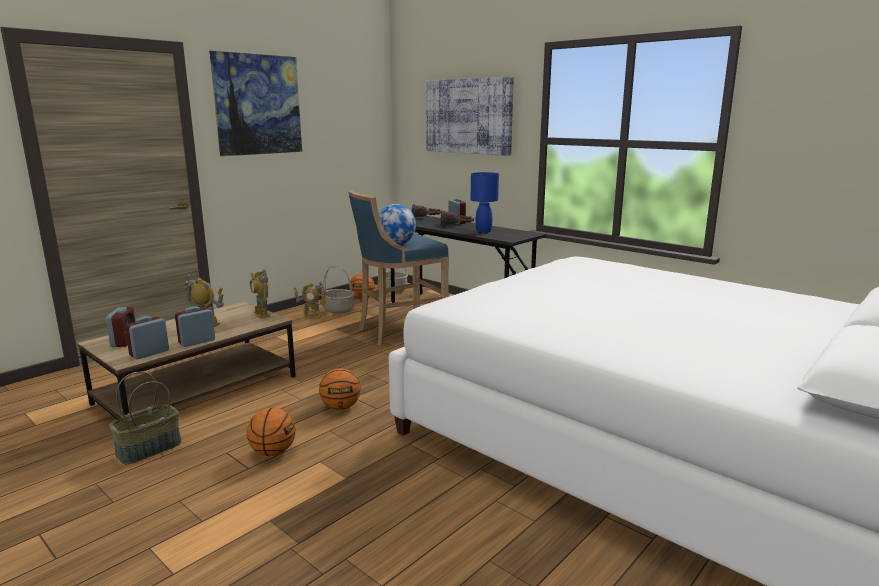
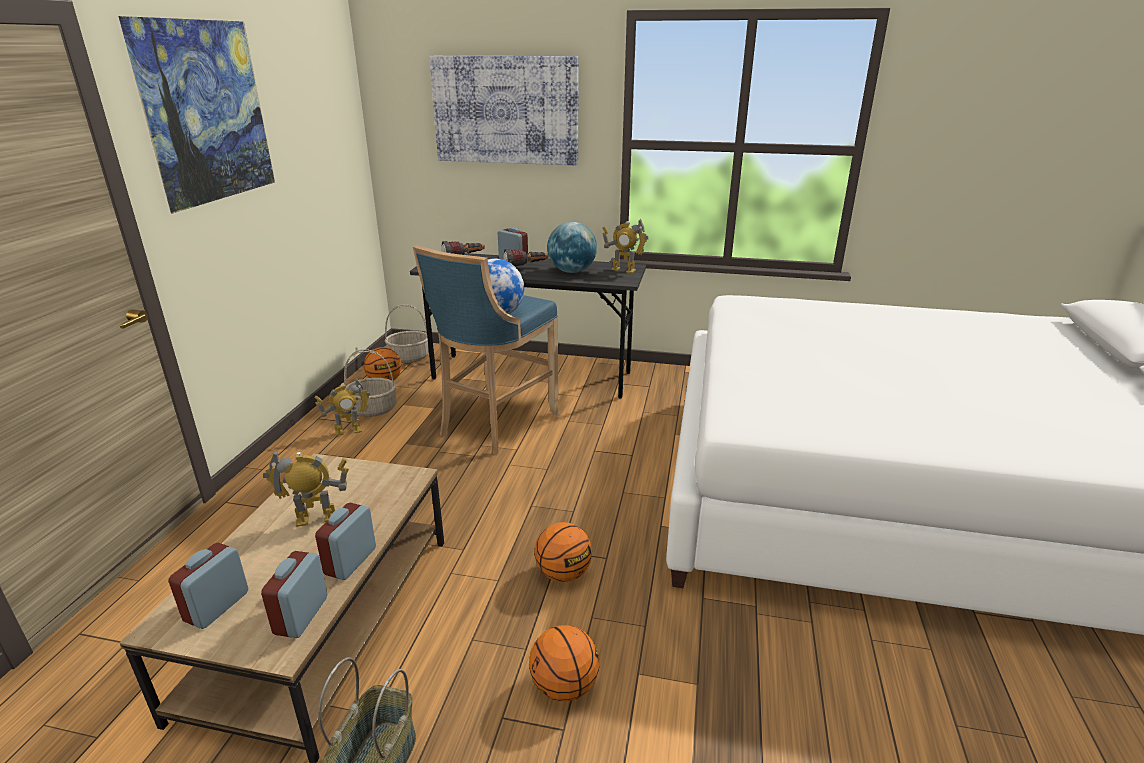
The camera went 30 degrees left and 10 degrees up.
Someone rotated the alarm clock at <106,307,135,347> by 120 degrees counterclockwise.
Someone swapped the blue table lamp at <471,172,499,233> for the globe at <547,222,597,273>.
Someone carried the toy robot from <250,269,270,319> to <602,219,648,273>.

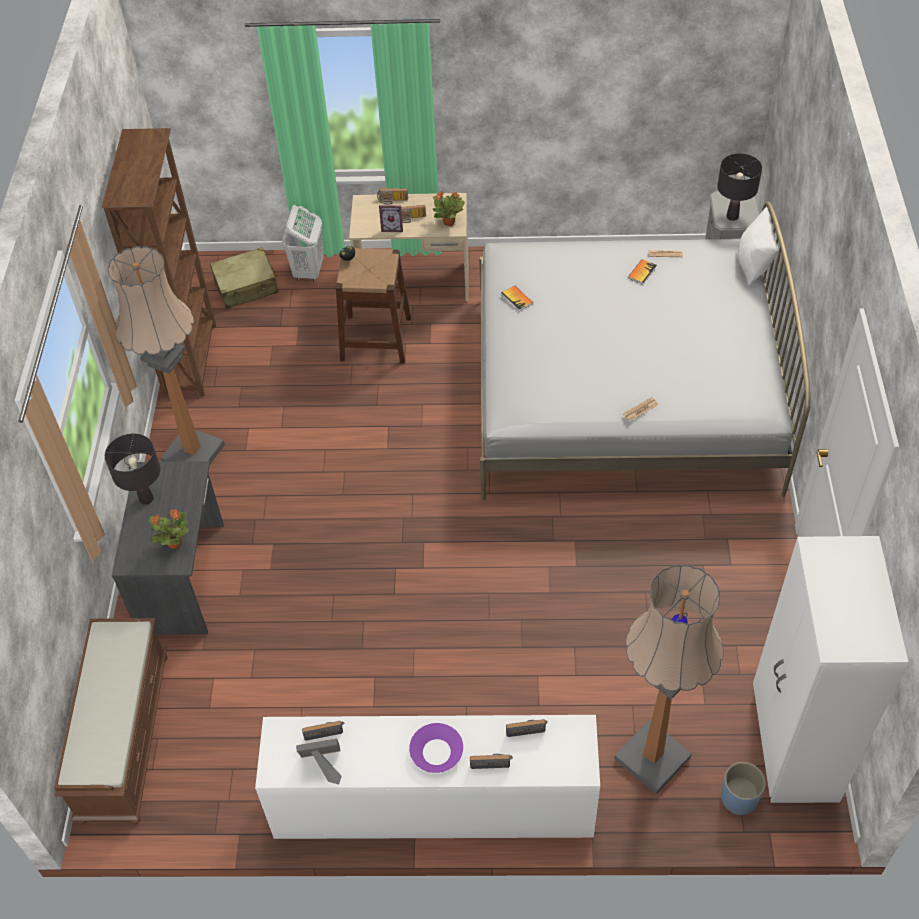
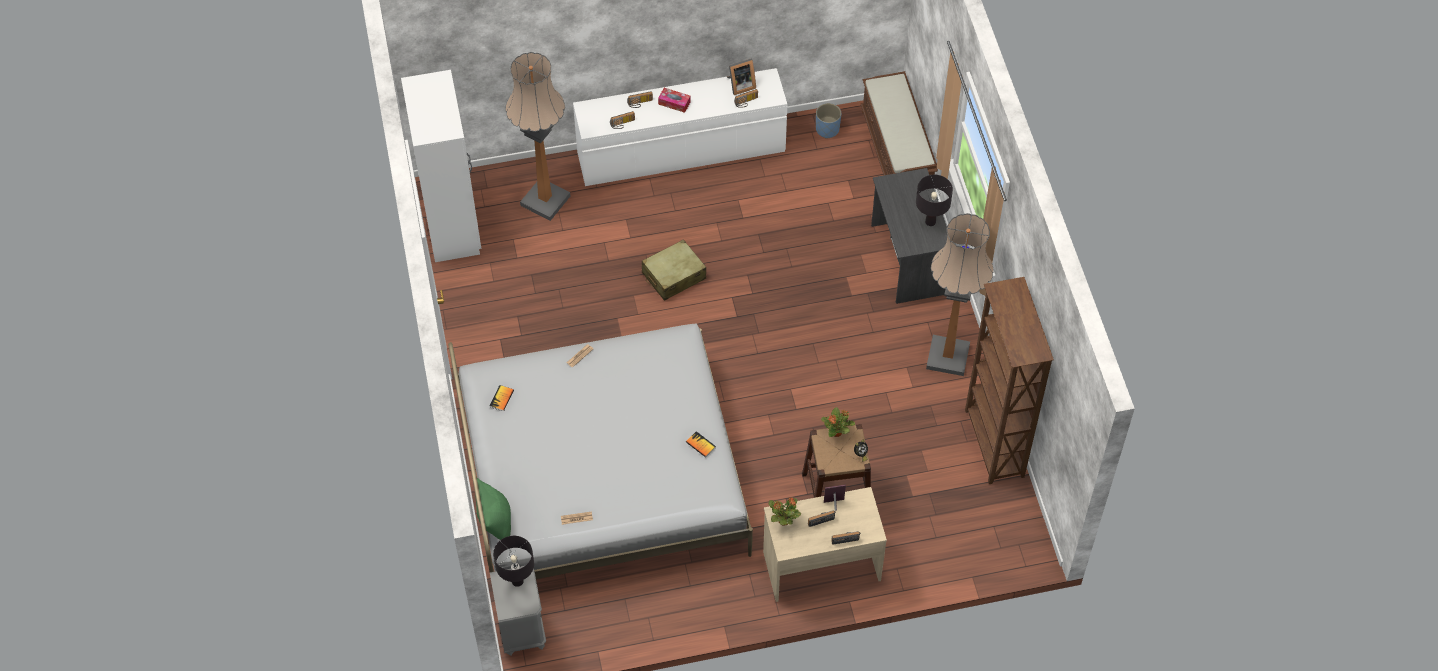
The camera went 165 degrees right and 5 degrees up.
Someone repainted the white pillow at <738,207,779,285>, which became the green pillow at <475,478,511,540>.
Someone carried the book from <628,259,657,284> to <490,385,514,411>.
Someone carried the beige suitcase from <210,247,279,309> to <642,239,706,301>.
Someone swapped the purple bowl at <409,723,463,773> for the tissue box at <658,88,691,113>.
Someone carried the blue planter from <721,762,766,815> to <816,103,841,139>.
Someone carried the potted plant from <149,509,189,549> to <821,407,855,437>.
Someone took away the white laundry basket at <282,205,324,282>.

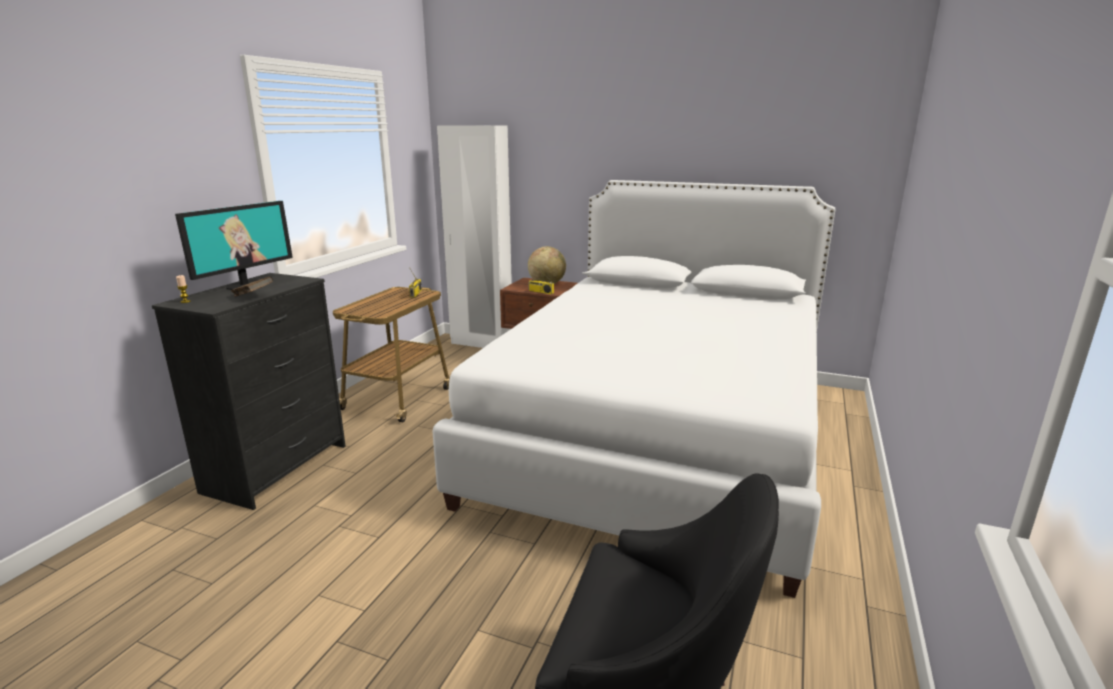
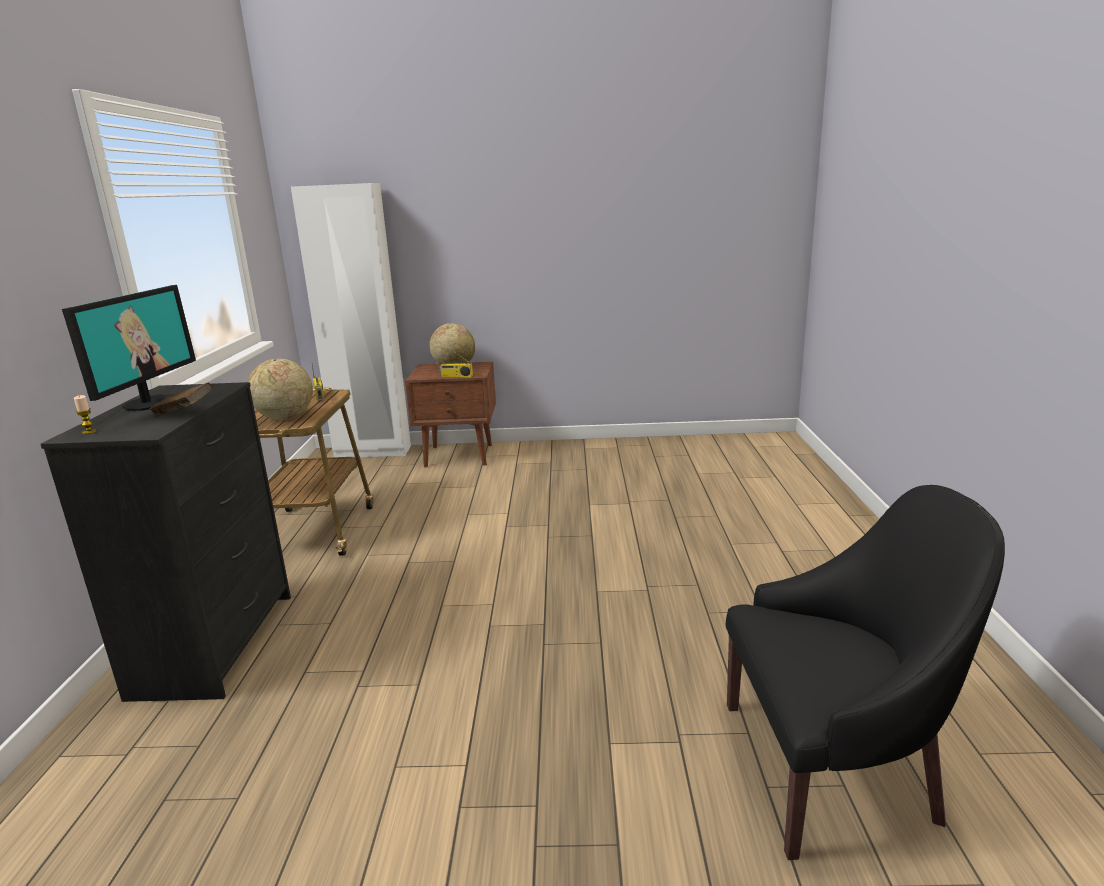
The camera went 20 degrees left and 0 degrees up.
Someone put down the globe at <248,359,313,420>.
Someone took away the white bed at <432,180,835,598>.

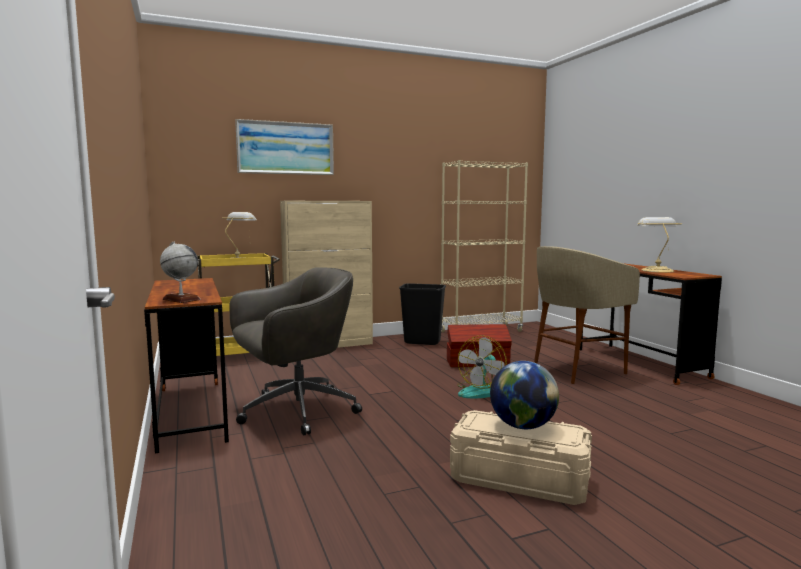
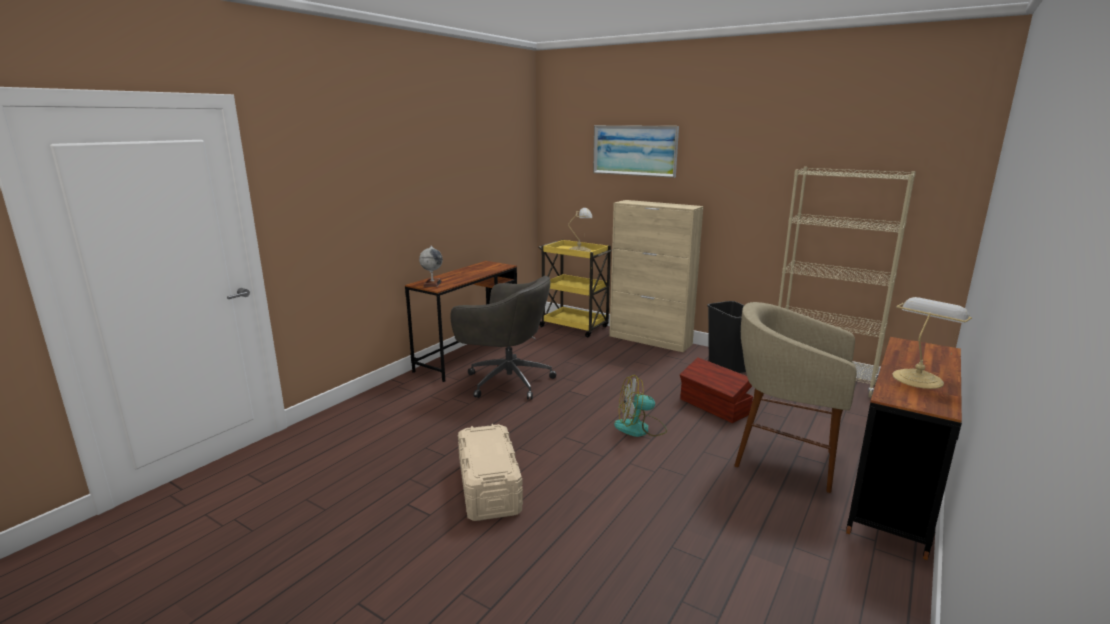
The camera went 55 degrees right and 10 degrees up.
Someone took away the globe at <490,361,559,429>.

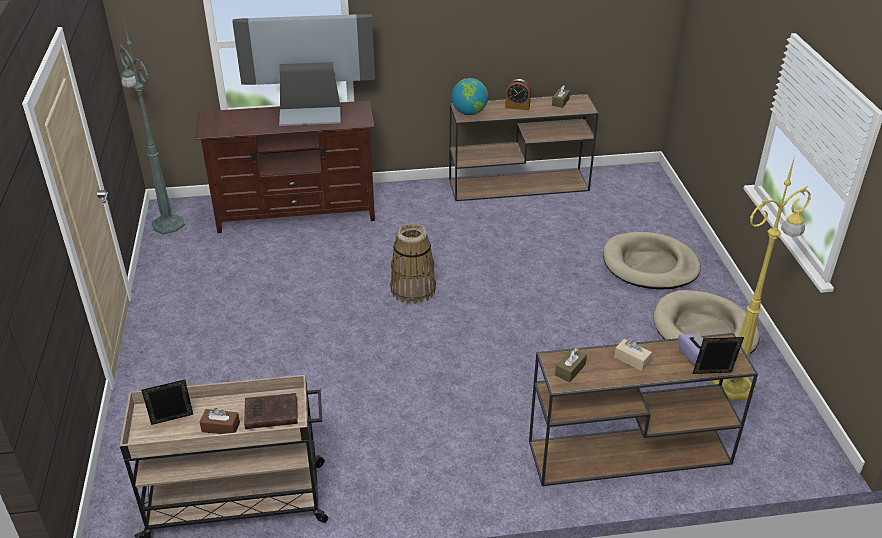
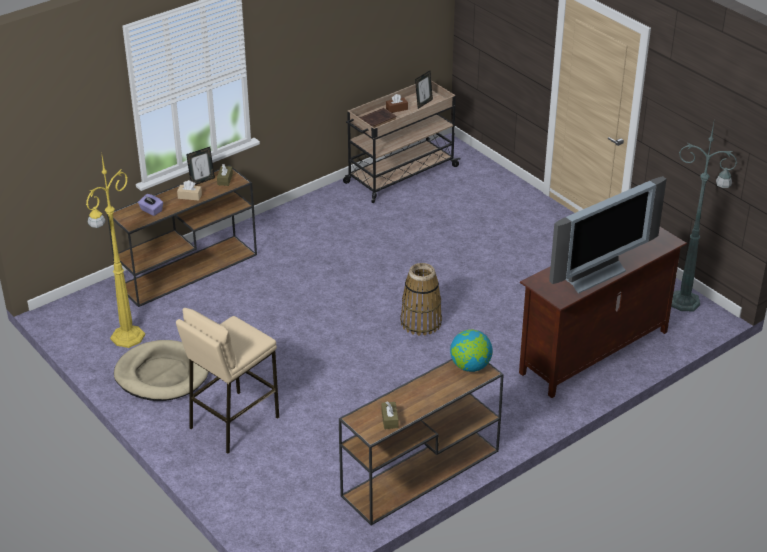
The camera went 150 degrees right and 0 degrees up.
Someone swapped the beige dog bed at <603,232,701,290> for the beige stool at <176,308,279,454>.
Someone carried the picture frame from <693,337,744,374> to <186,147,215,185>.
Someone took away the alarm clock at <505,79,531,110>.

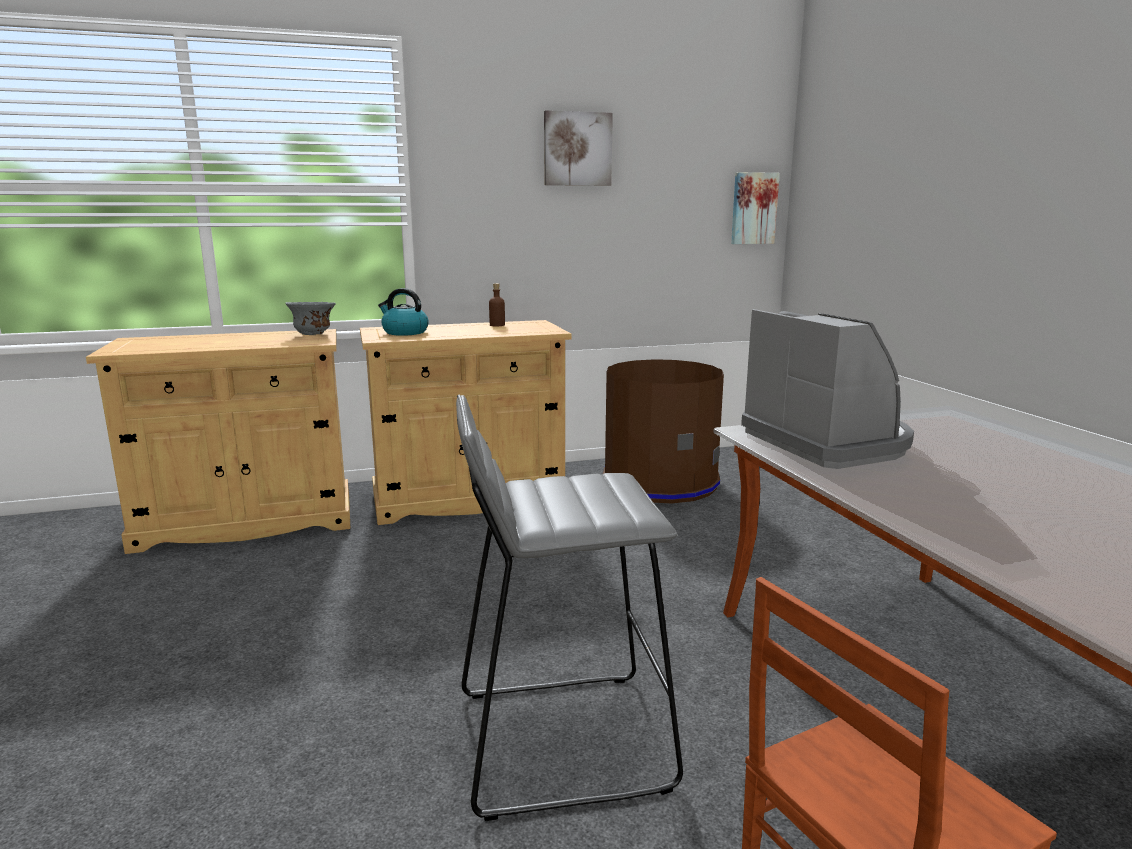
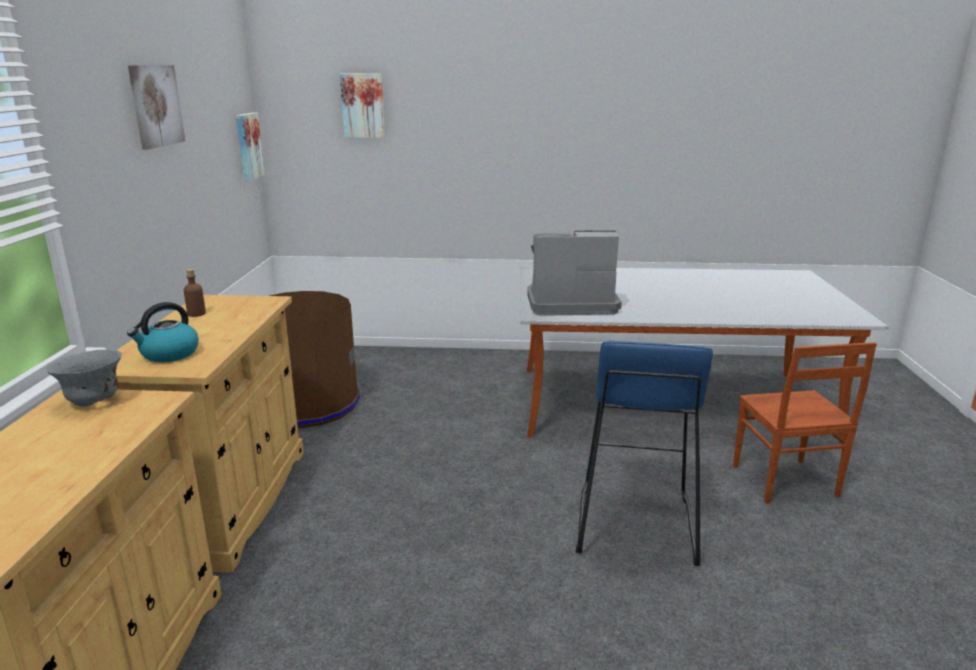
The camera went 70 degrees left and 5 degrees up.
Someone put up the picture at <340,73,385,138>.
Someone repainted the grey stool at <456,395,683,821>, which became the blue stool at <576,340,713,566>.

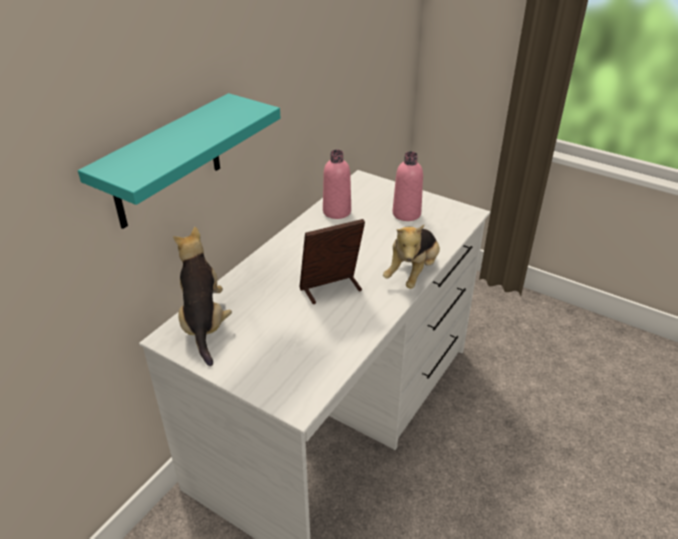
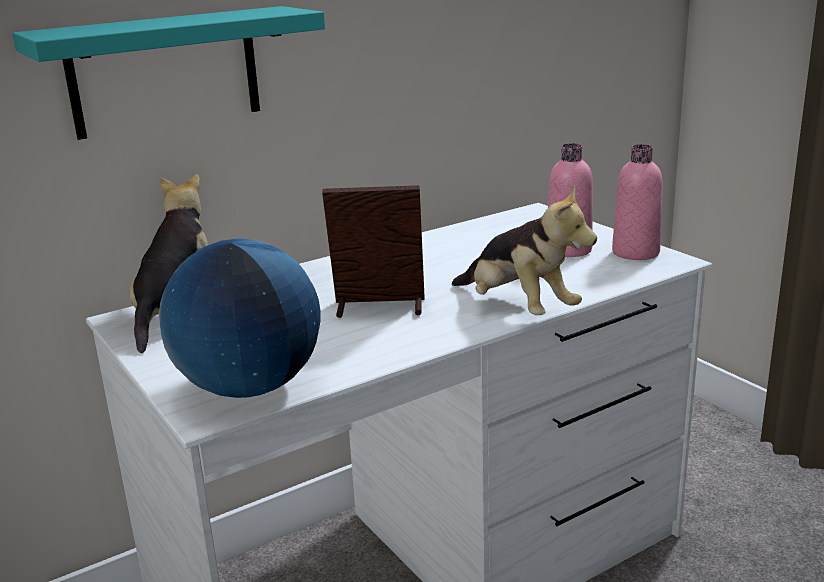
The camera went 25 degrees right and 15 degrees down.
Someone put down the globe at <159,238,320,398>.
Someone rotated the plush toy at <383,225,440,289> by 90 degrees counterclockwise.
Someone carried the pink bottle from <323,150,351,219> to <612,144,663,260>.

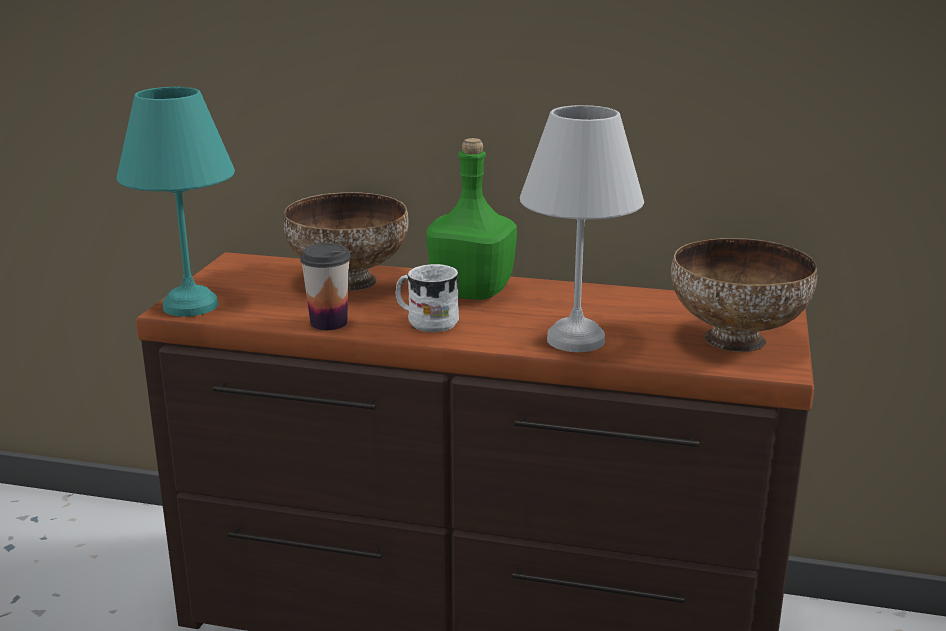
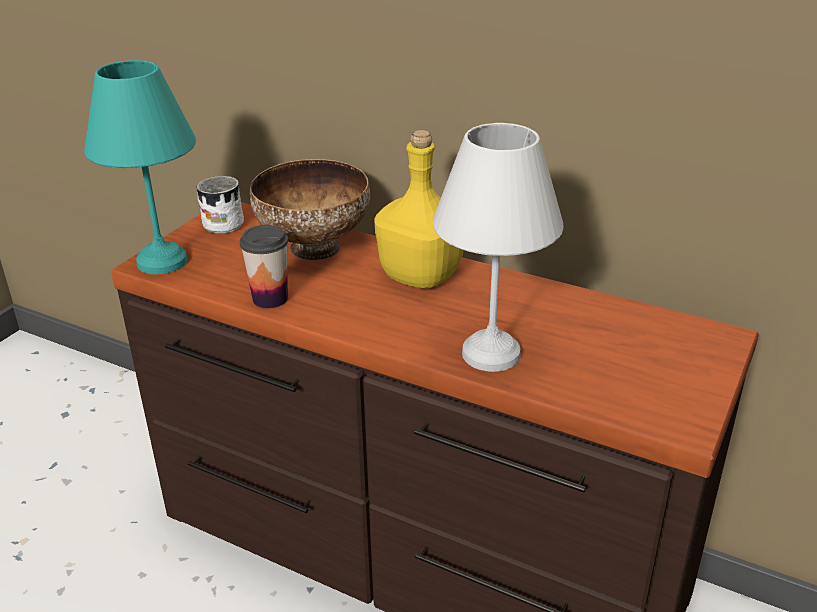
The camera went 15 degrees right and 10 degrees up.
Someone carried the white mug from <396,264,459,332> to <196,176,244,233>.
Someone repainted the green bottle at <427,138,517,300>, which became the yellow bottle at <375,130,463,289>.
Someone took away the bowl at <671,238,818,352>.

